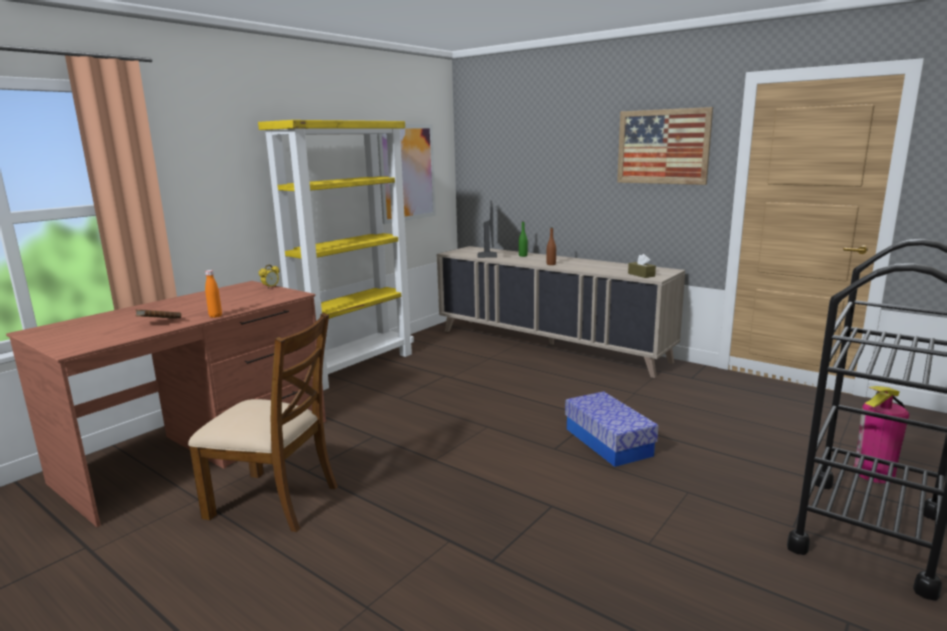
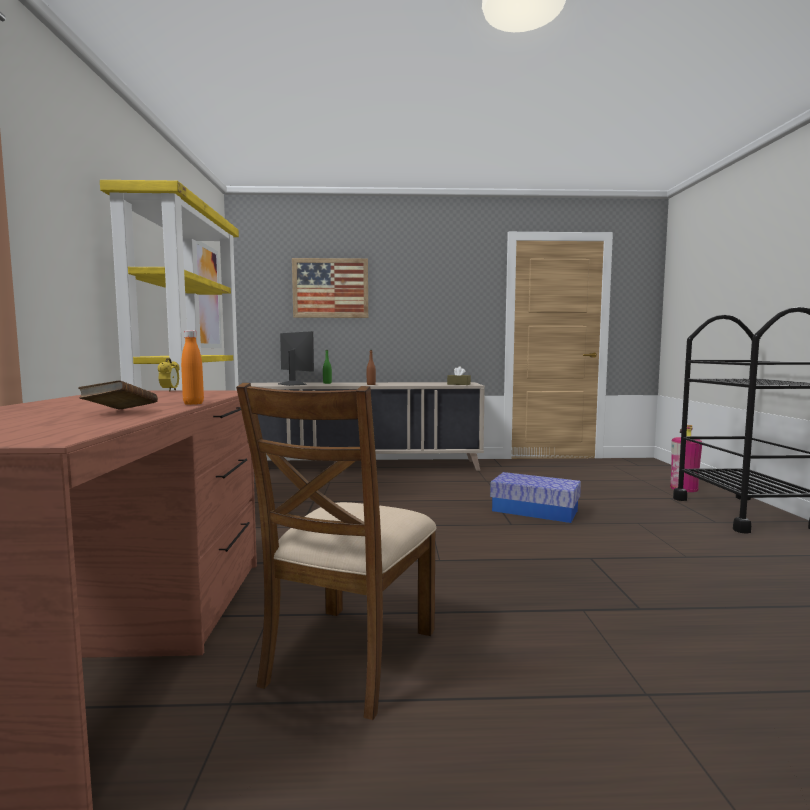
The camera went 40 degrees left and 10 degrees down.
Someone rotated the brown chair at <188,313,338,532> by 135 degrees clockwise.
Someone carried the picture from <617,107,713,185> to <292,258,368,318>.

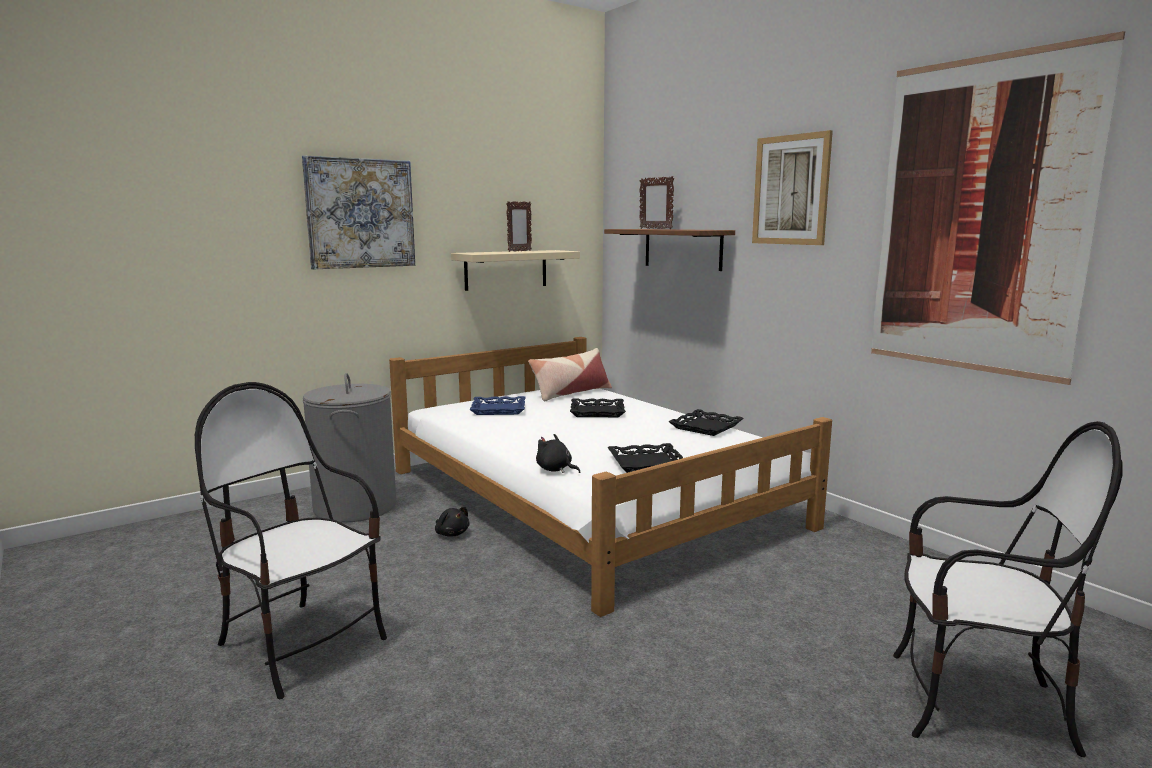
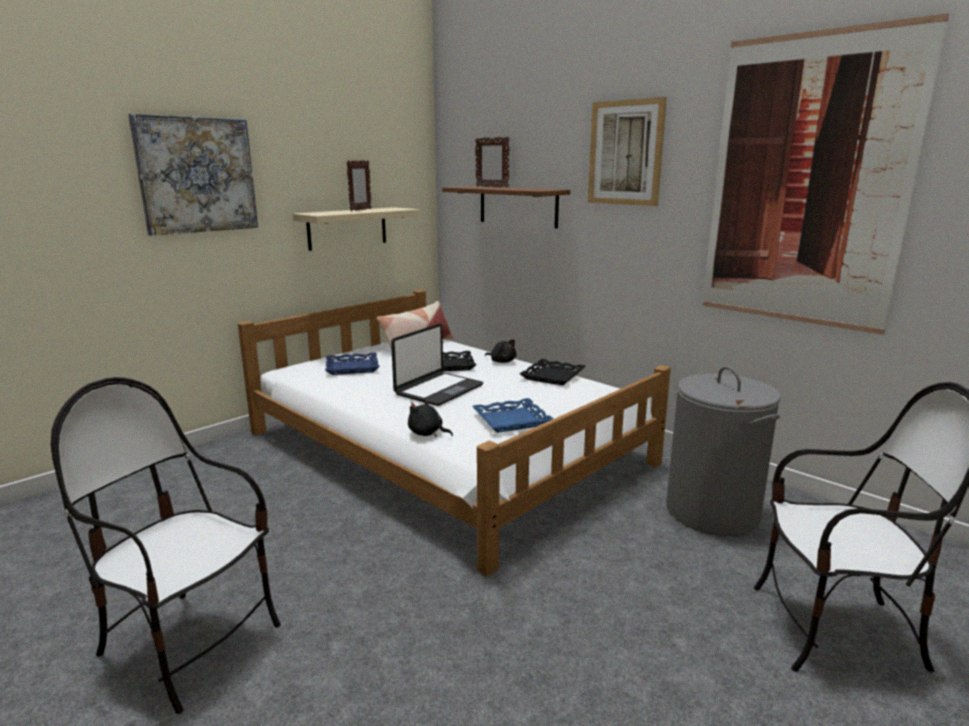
The camera went 10 degrees left and 5 degrees up.
Someone put down the laptop at <391,324,484,406>.
Someone repainted the black tray at <607,443,683,473>, which became the blue tray at <472,398,553,433>.
Someone carried the black plush toy from <435,507,470,537> to <485,339,516,363>.
Someone carried the grey laundry basket from <303,373,396,523> to <666,366,781,536>.

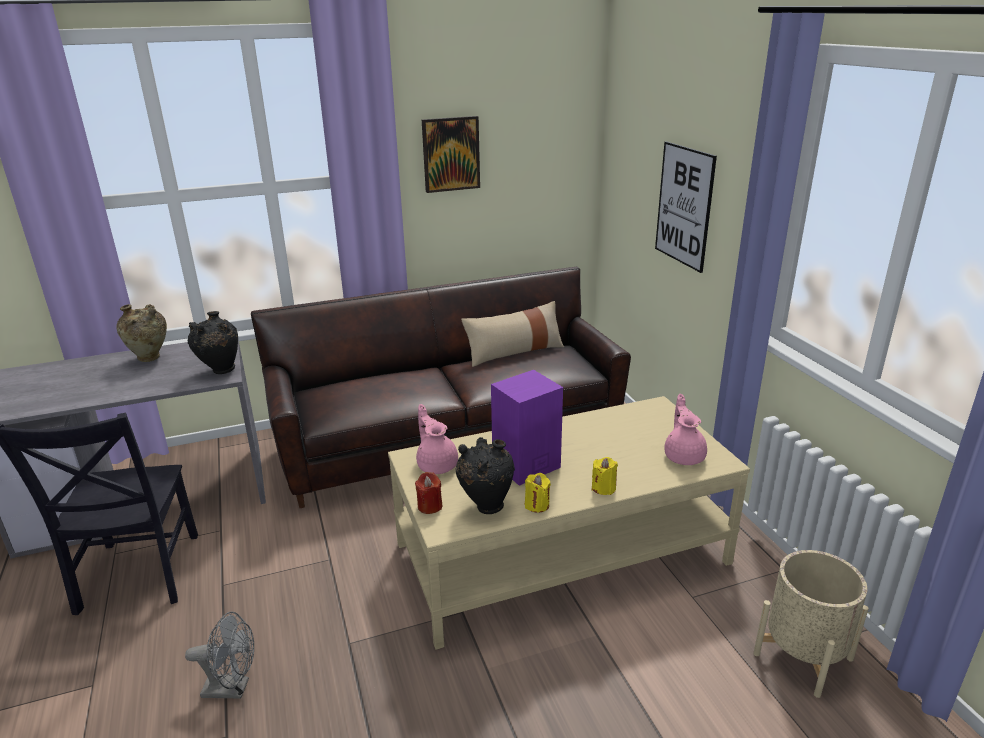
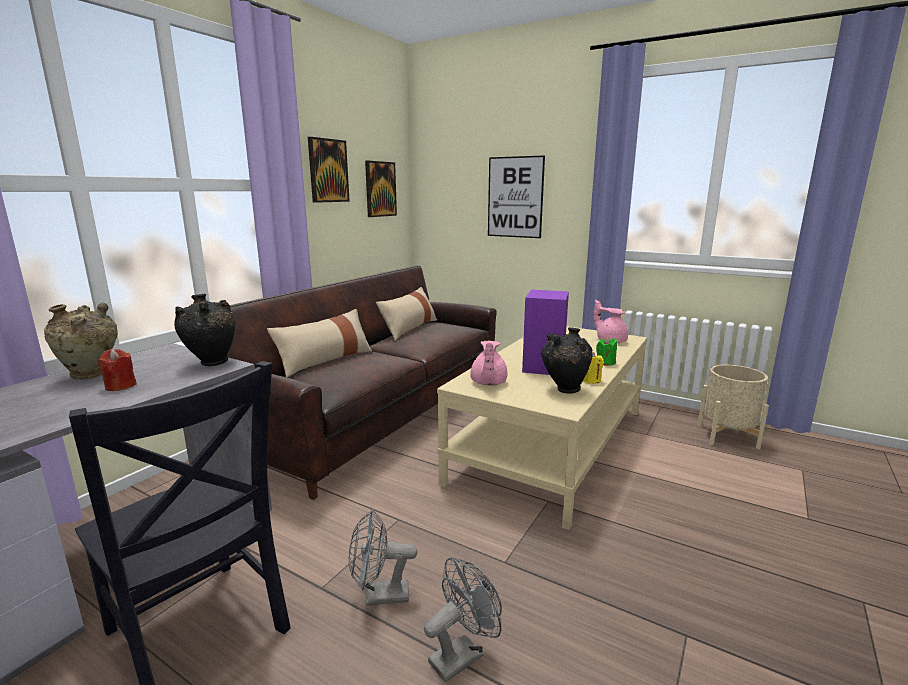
The camera went 40 degrees left and 10 degrees down.
Someone carried the red candle from <415,472,442,514> to <98,349,137,391>.
Someone put down the beige pillow at <267,309,372,377>.
Someone put down the grey fan at <349,509,417,606>.
Someone put up the picture at <365,161,397,217>.
Someone rotated the pink teapot at <416,404,458,474> by 105 degrees counterclockwise.
Someone repainted the yellow candle at <592,457,618,495>, which became the green candle at <596,337,617,366>.

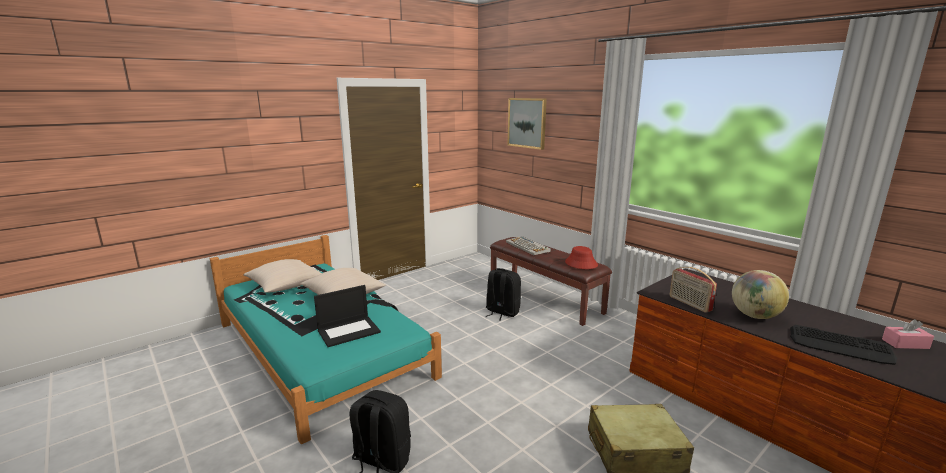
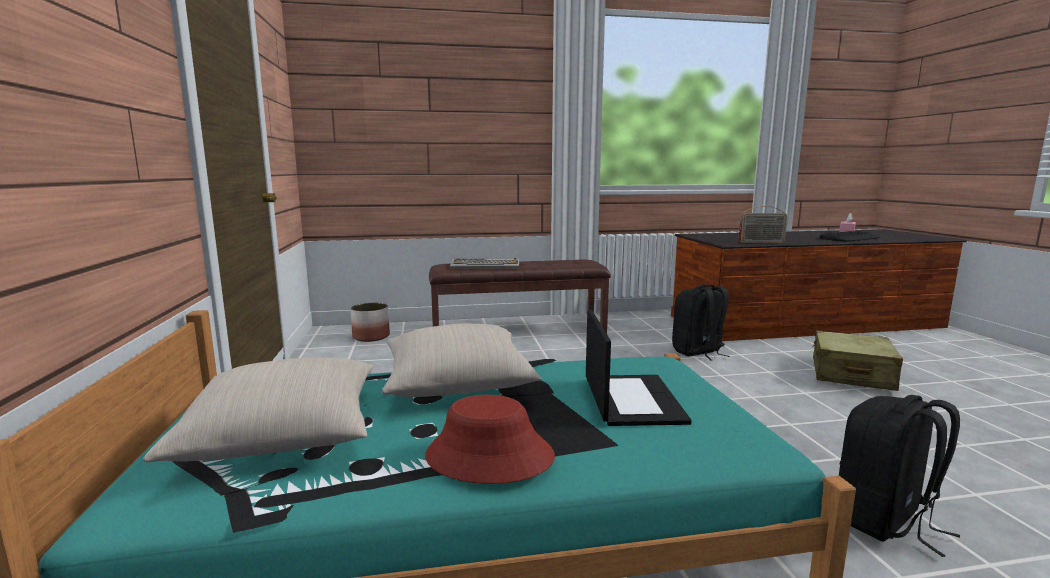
The camera went 60 degrees left and 5 degrees down.
Someone put down the planter at <351,303,390,342>.
Someone carried the red hat from <565,246,598,269> to <425,395,555,484>.
Someone carried the black backpack from <486,268,521,321> to <672,284,730,361>.
Someone took away the picture at <508,98,547,150>.
Someone took away the globe at <732,270,789,319>.

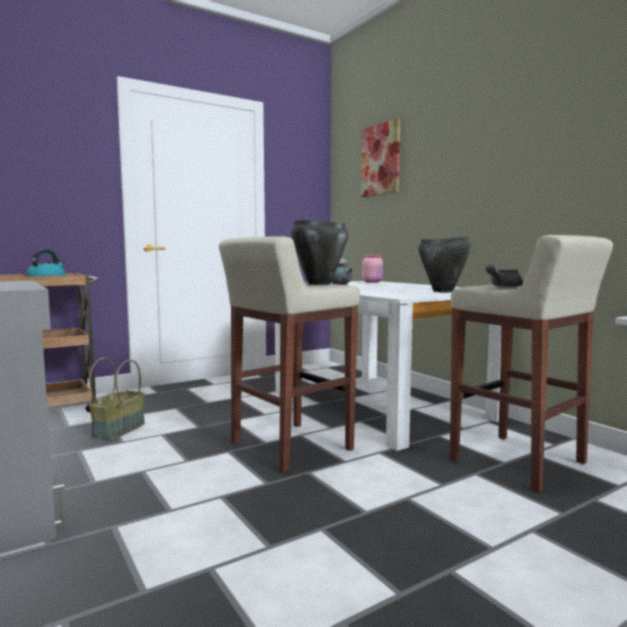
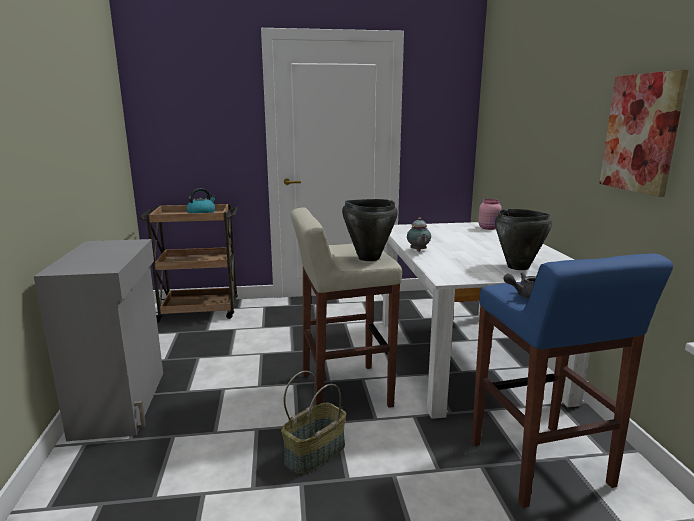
The camera went 25 degrees right and 10 degrees up.
Someone carried the basket from <89,358,145,440> to <281,371,346,474>.
Someone repainted the beige stool at <450,235,613,492>, which became the blue stool at <472,254,673,508>.
Someone carried the picture from <361,118,400,197> to <599,70,689,197>.

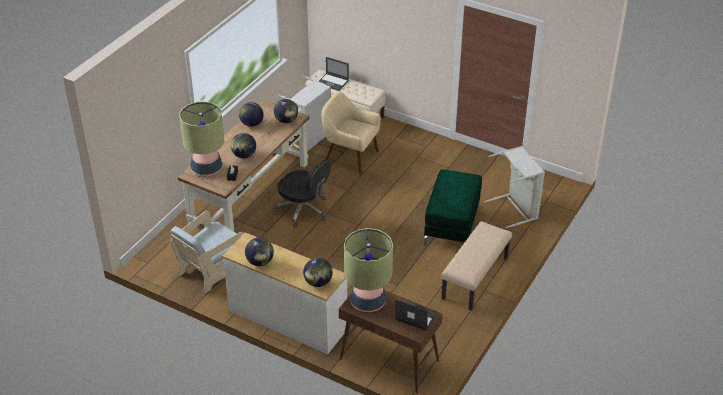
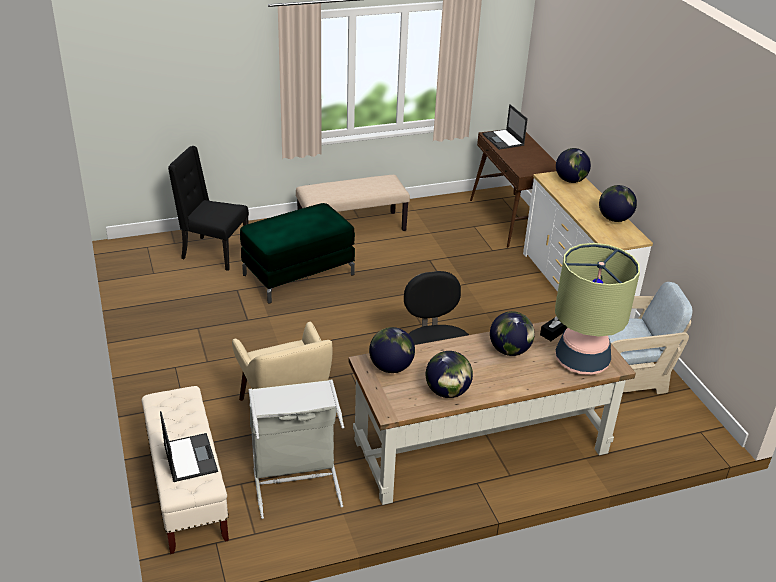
The camera went 140 degrees left and 5 degrees down.
Someone swapped the grey laundry basket at <485,146,545,228> for the black chair at <168,146,249,271>.
Someone took away the table lamp at <344,228,393,312>.

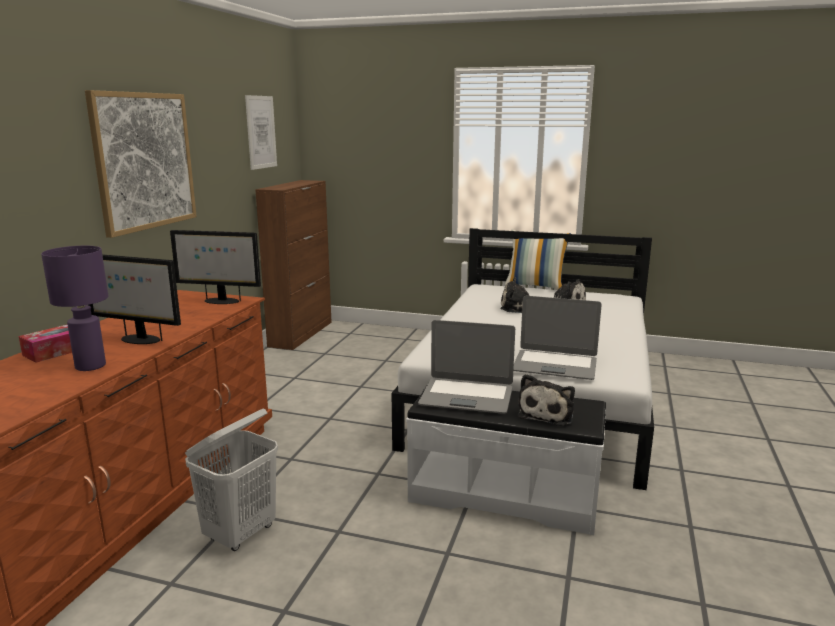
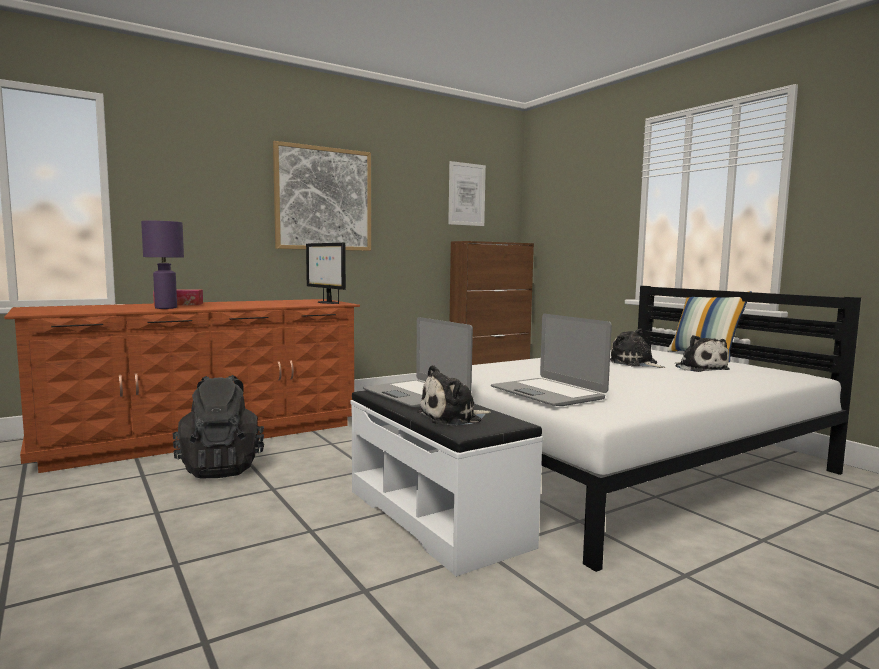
The camera went 40 degrees right and 10 degrees down.
Someone swapped the white laundry basket at <185,408,278,551> for the black backpack at <173,375,264,479>.
Someone took away the monitor at <88,254,181,344>.

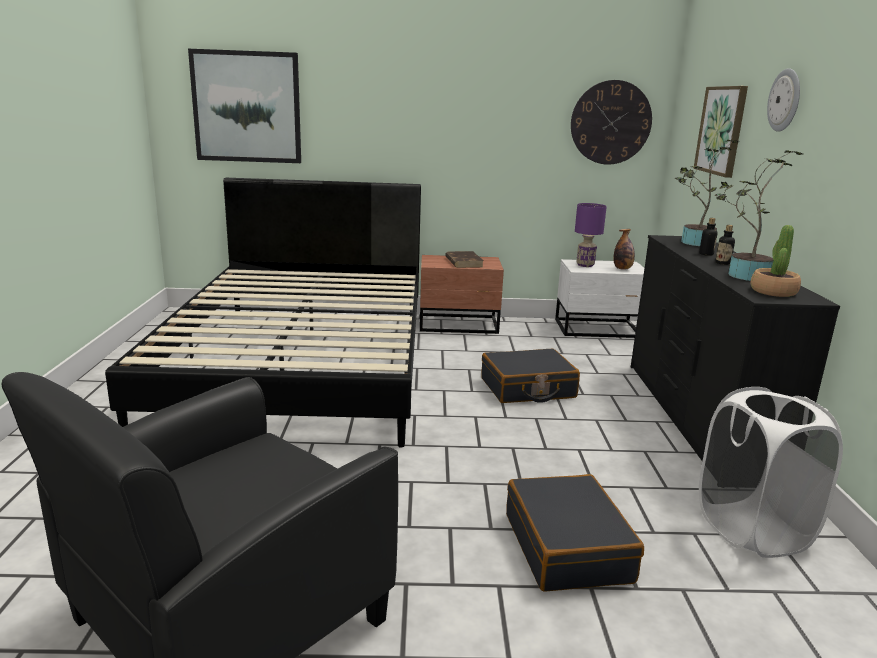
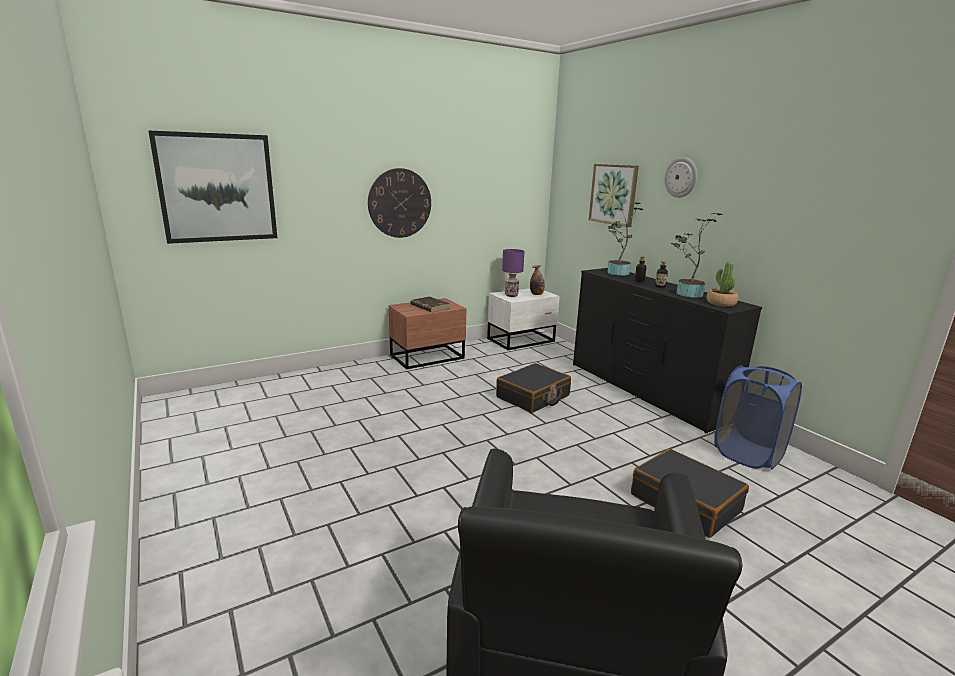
The camera went 30 degrees left and 0 degrees up.
Someone carried the wall clock from <571,80,652,165> to <368,168,431,238>.
Someone repainted the white laundry basket at <699,387,843,558>, which became the blue laundry basket at <714,365,802,470>.
Someone took away the black bed at <105,178,421,448>.

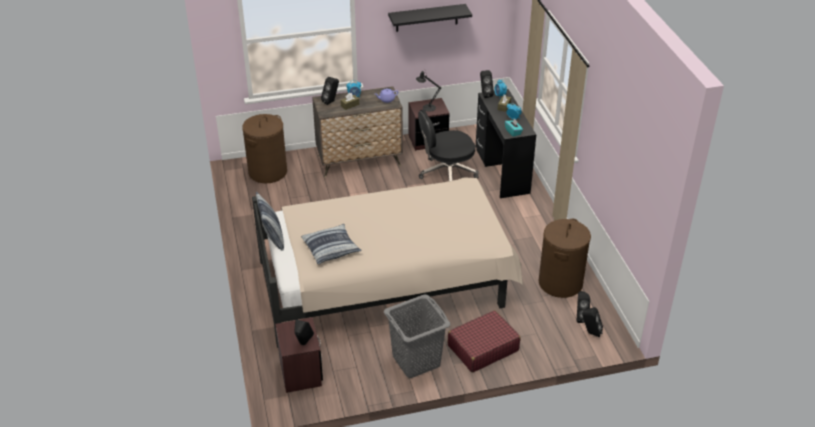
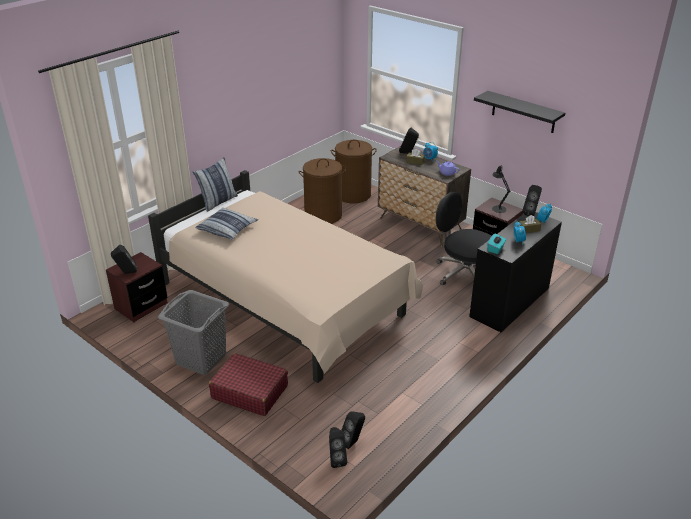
The camera went 55 degrees right and 5 degrees down.
Someone carried the brown laundry basket from <538,219,591,298> to <299,158,346,224>.

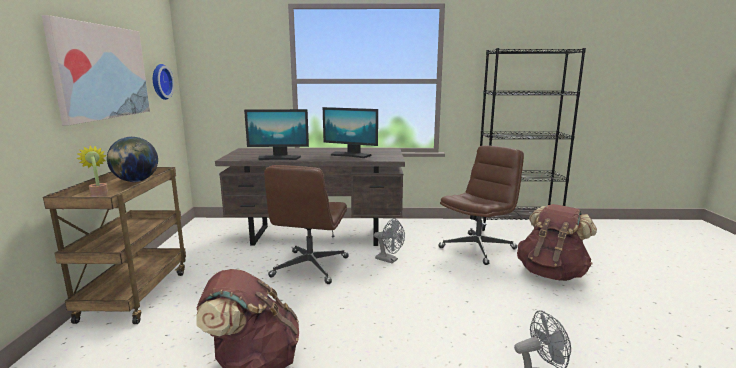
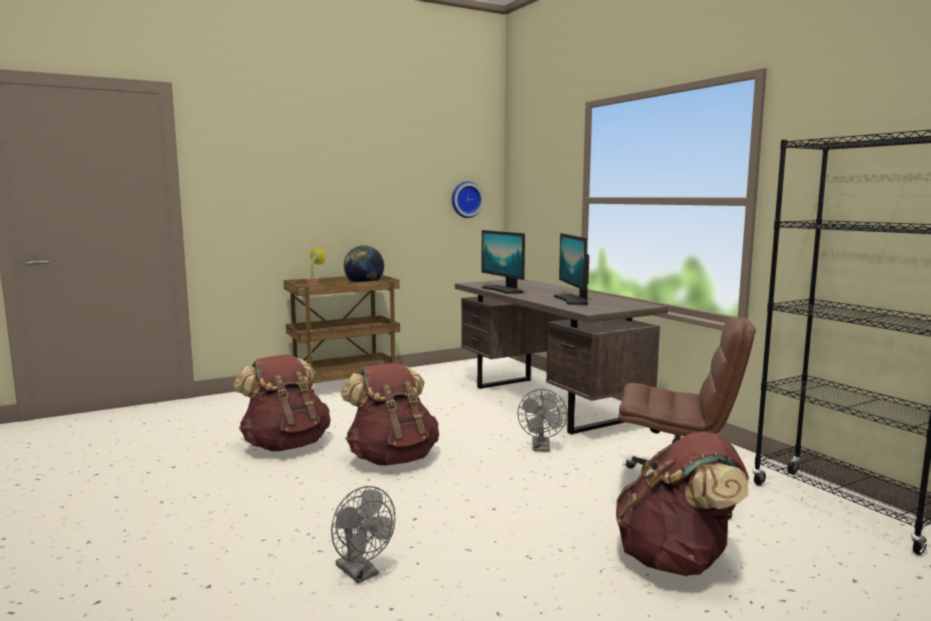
The camera went 60 degrees right and 5 degrees down.
Someone put down the brown backpack at <341,363,439,465>.
Someone took away the picture at <42,15,150,125>.
Someone took away the brown office chair at <264,165,349,284>.

